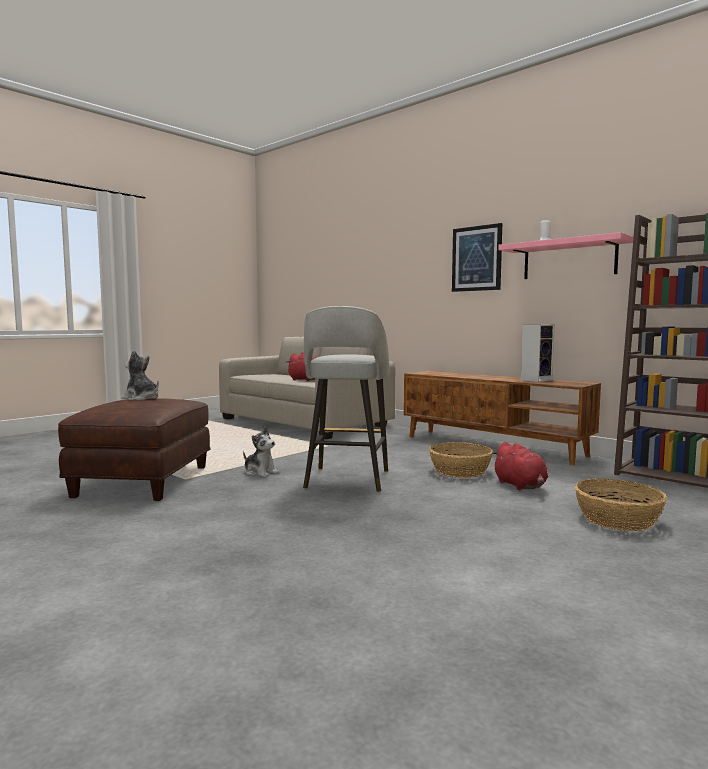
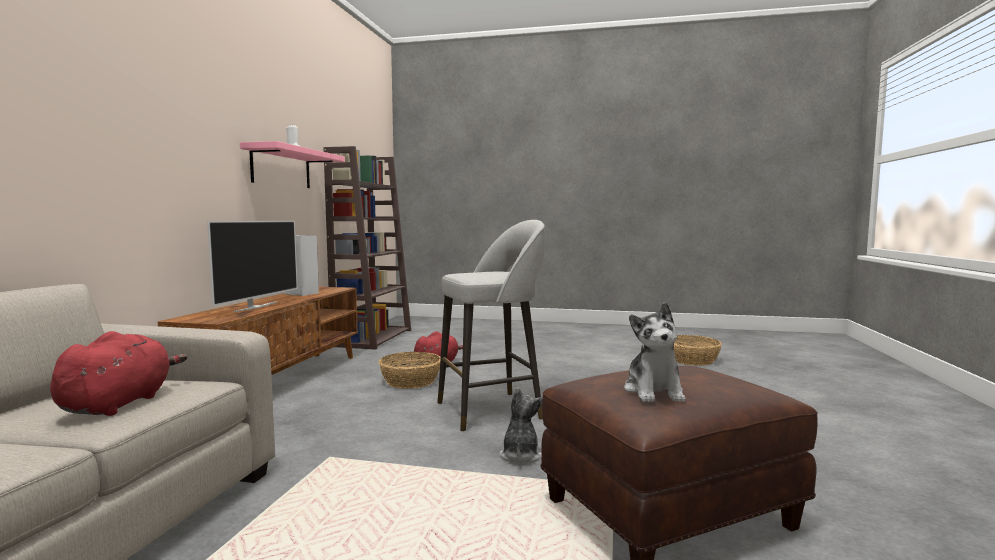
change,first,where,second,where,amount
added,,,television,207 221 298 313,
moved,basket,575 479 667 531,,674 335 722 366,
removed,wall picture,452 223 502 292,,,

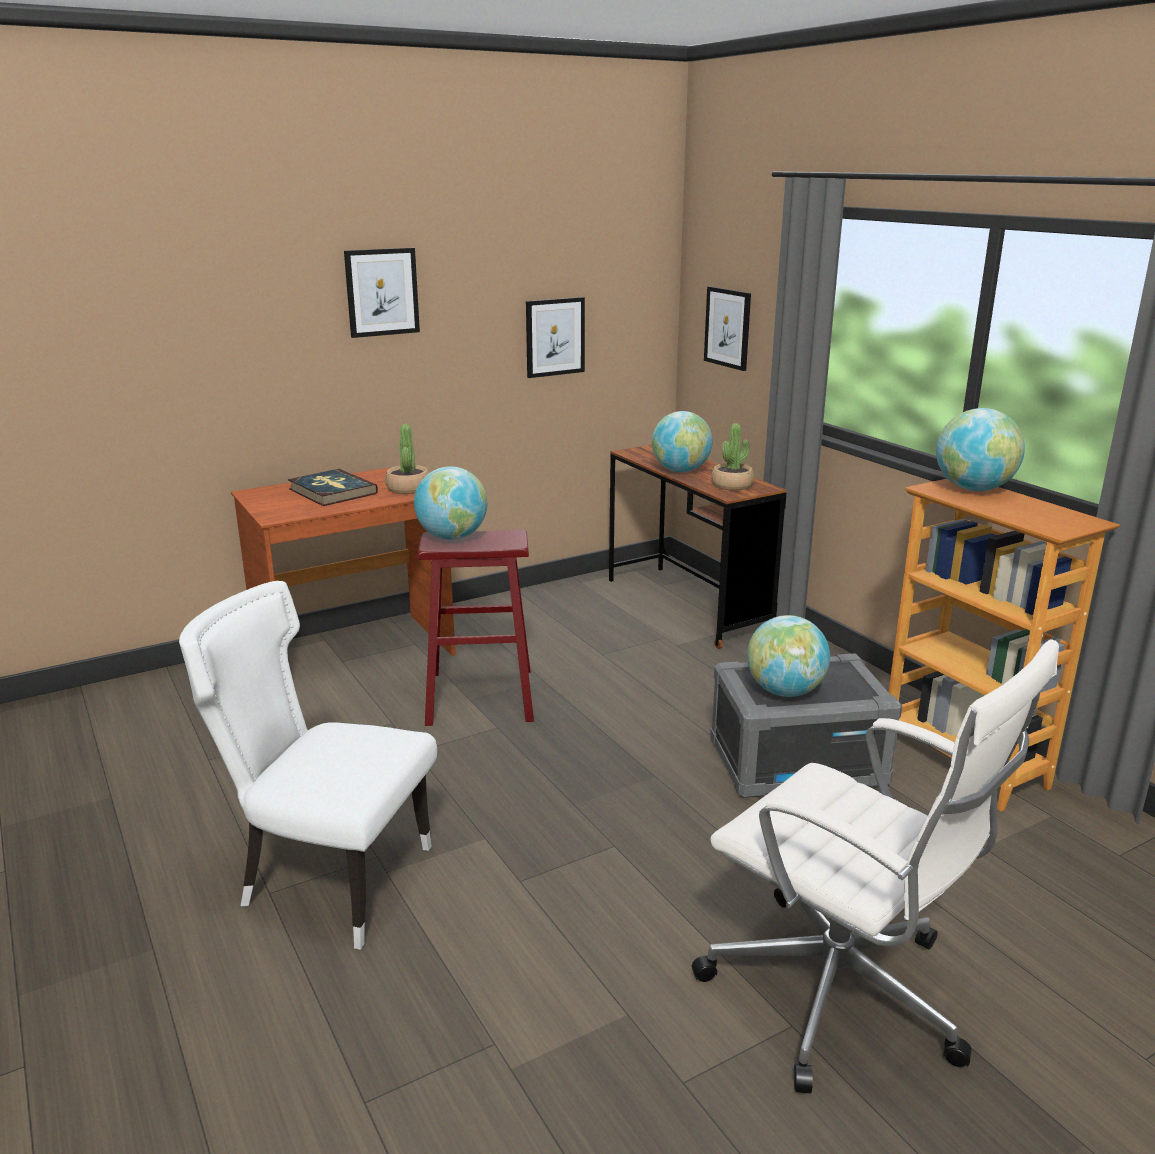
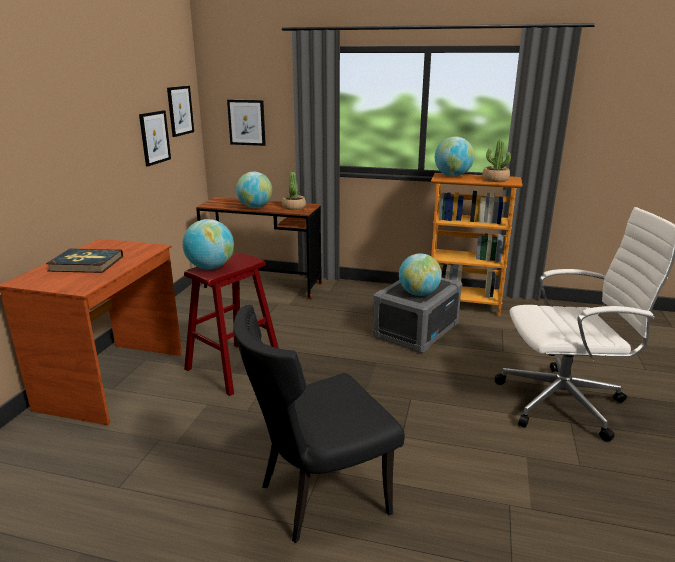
change,first,where,second,where,amount
moved,wall picture,344 248 420 338,,167 86 194 137,
recoloured,white chair,179 581 437 950,black-coloured chair,233 305 405 543,
moved,plant in a pot,385 424 429 494,,482 139 511 182,

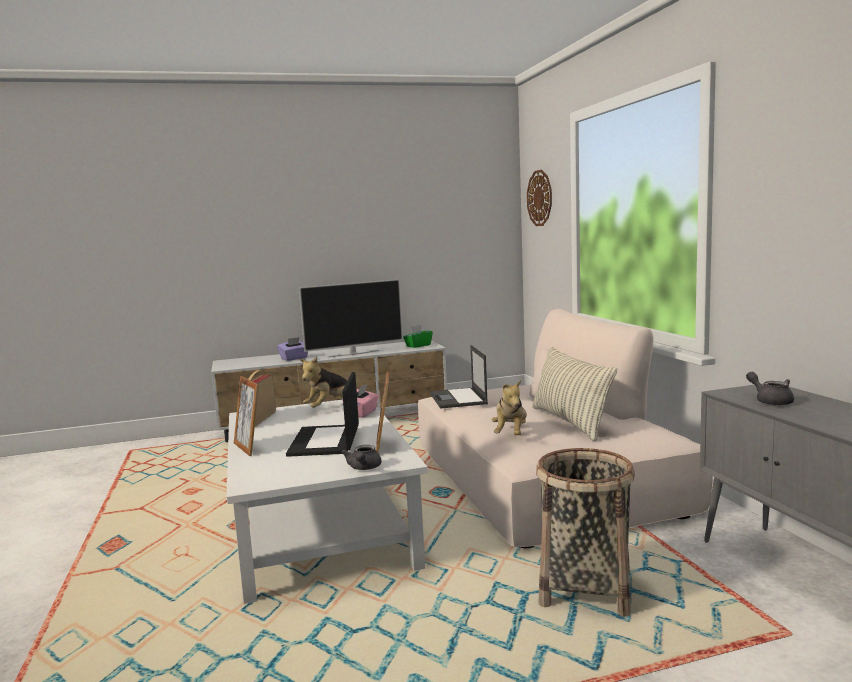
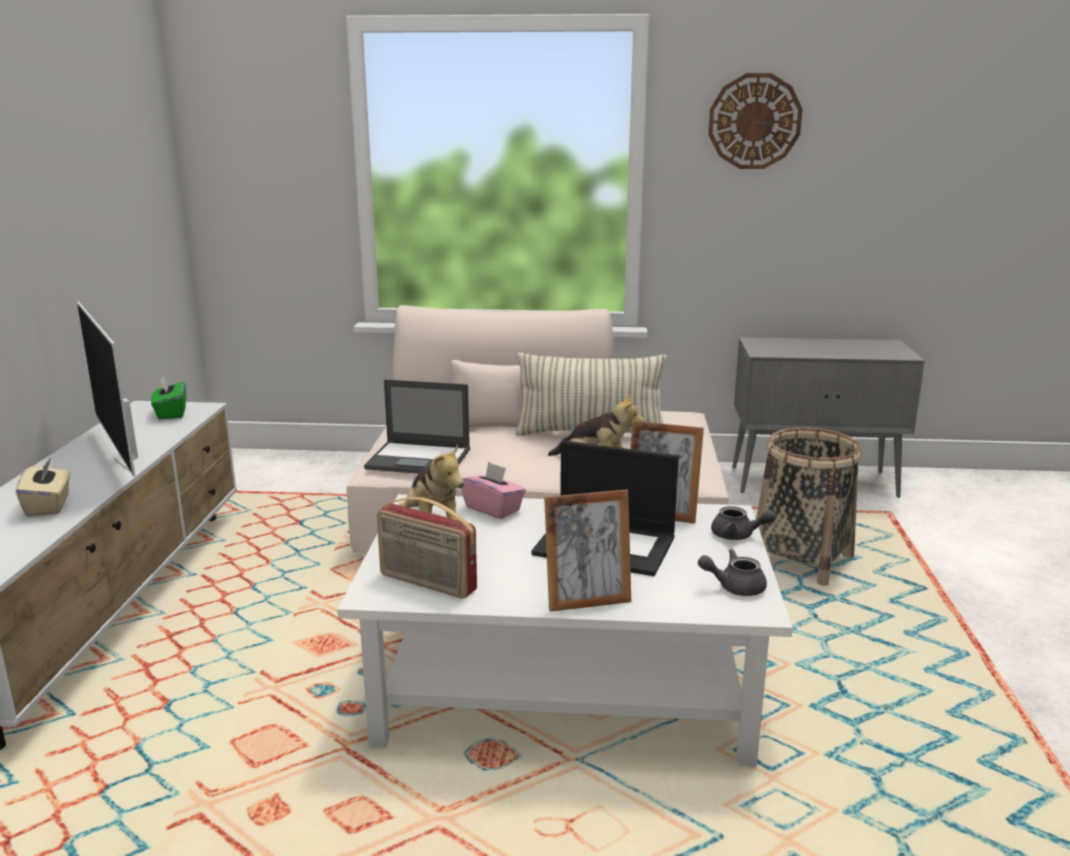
change,first,where,second,where,amount
recoloured,purple-coloured tissue box,277 337 308 361,beige tissue box,16 457 70 517,
turned,television,299 279 403 357,,77 301 138 477,150 degrees clockwise
moved,gray tea pot,746 372 794 406,,698 549 767 596,
moved,wall clock,527 170 552 226,,708 73 803 169,

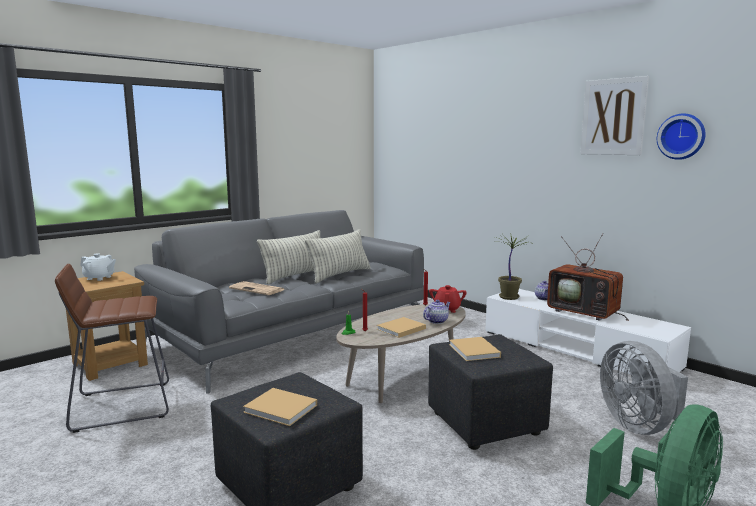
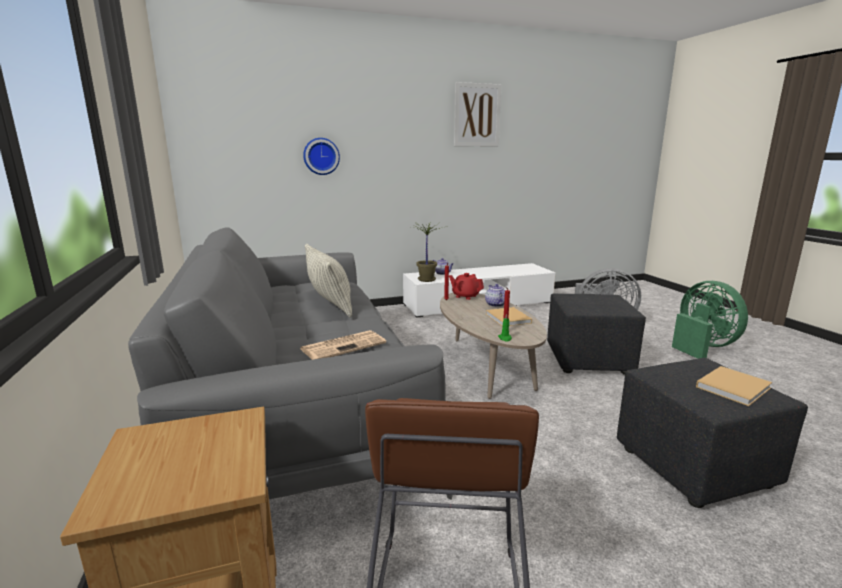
change,first,where,second,where,amount
moved,wall clock,657 114 705 160,,303 138 340 175,
removed,white tea pot,80 253 116 281,,,
removed,cushion,257 230 320 284,,,
removed,beige book,449 337 501 361,,,
removed,television,547 234 629 321,,,

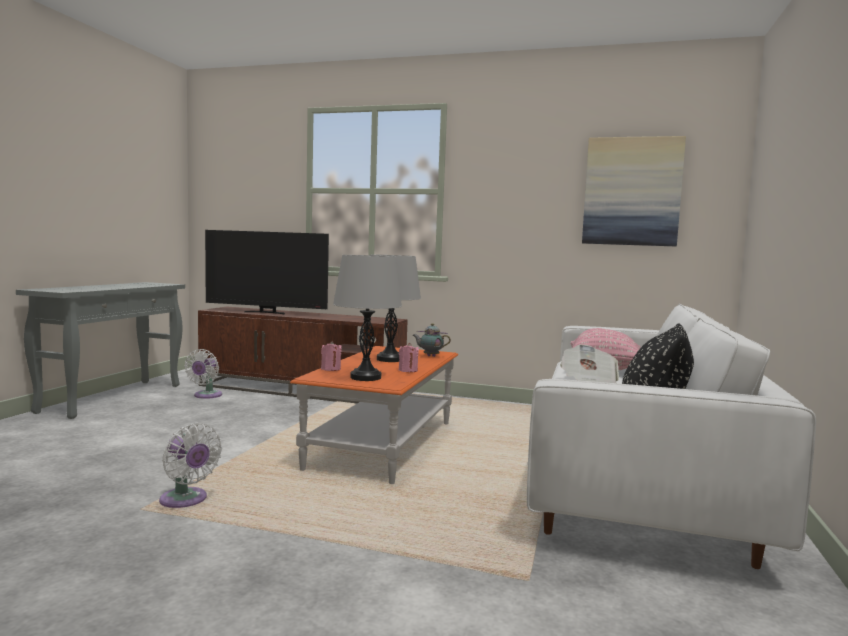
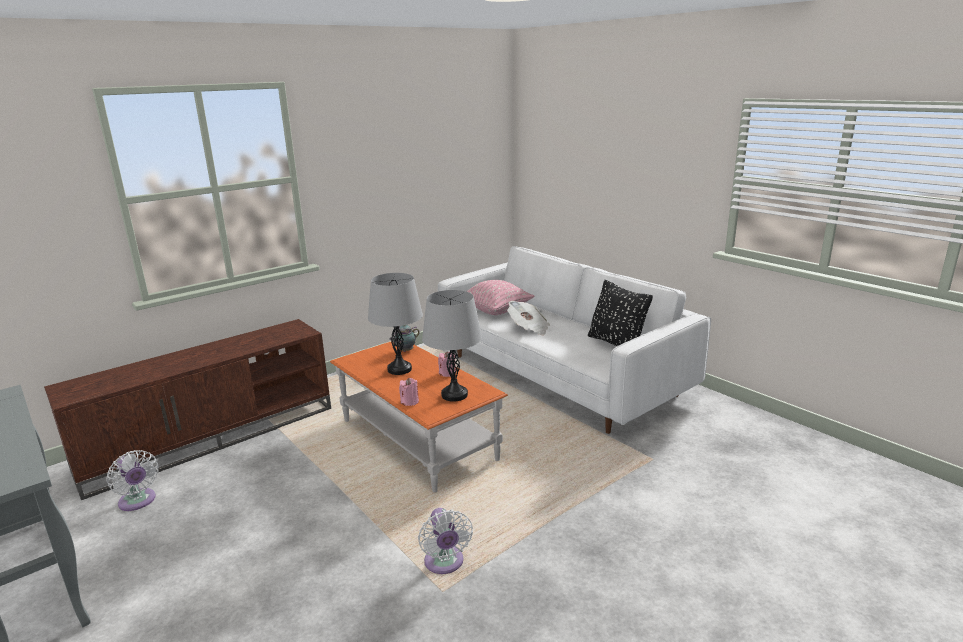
change,first,where,second,where,amount
turned,white fan,159 423 222 508,,418 508 473 574,90 degrees clockwise
removed,television,205 230 329 314,,,
removed,wall picture,582 136 686 246,,,

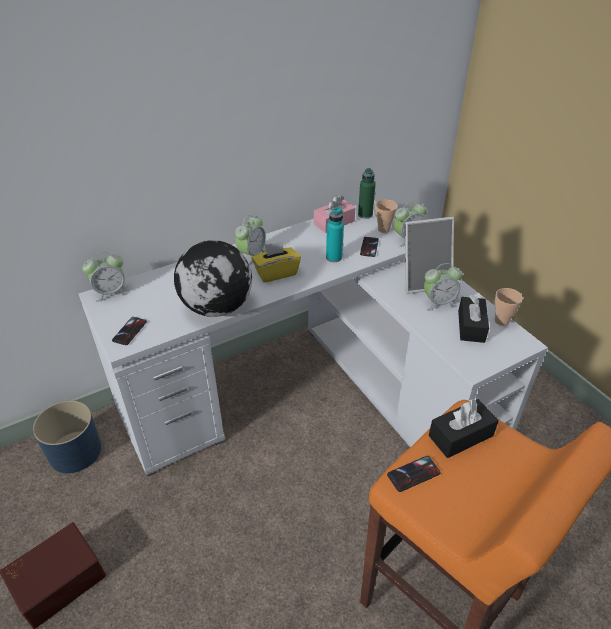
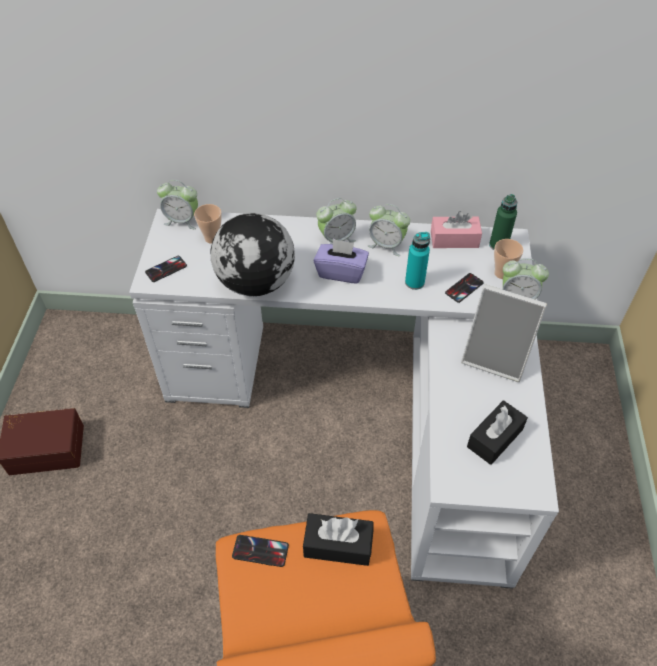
change,first,where,second,where,amount
moved,small cup,494 288 523 326,,194 204 222 244,
recoloured,yellowish tissue box,251 241 301 283,purple-coloured tissue box,314 239 369 284,
moved,alarm clock,424 263 463 311,,368 204 410 256,
removed,bluish planter,33 400 101 473,,,

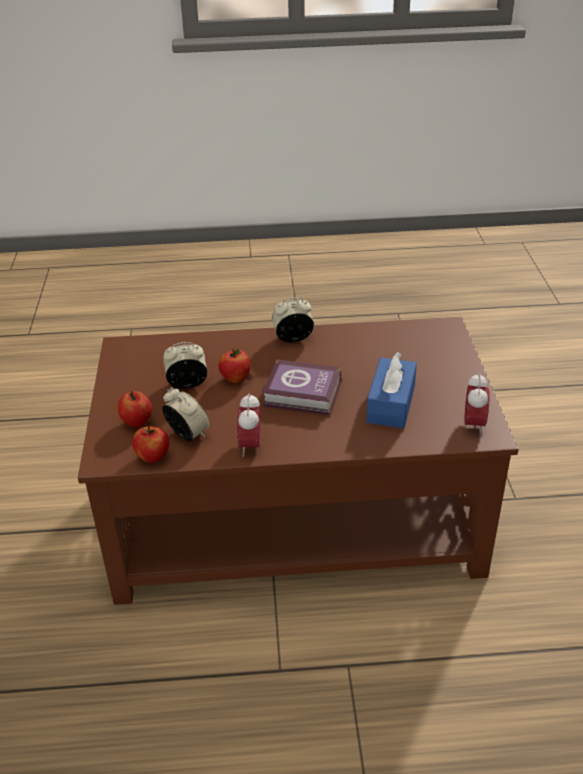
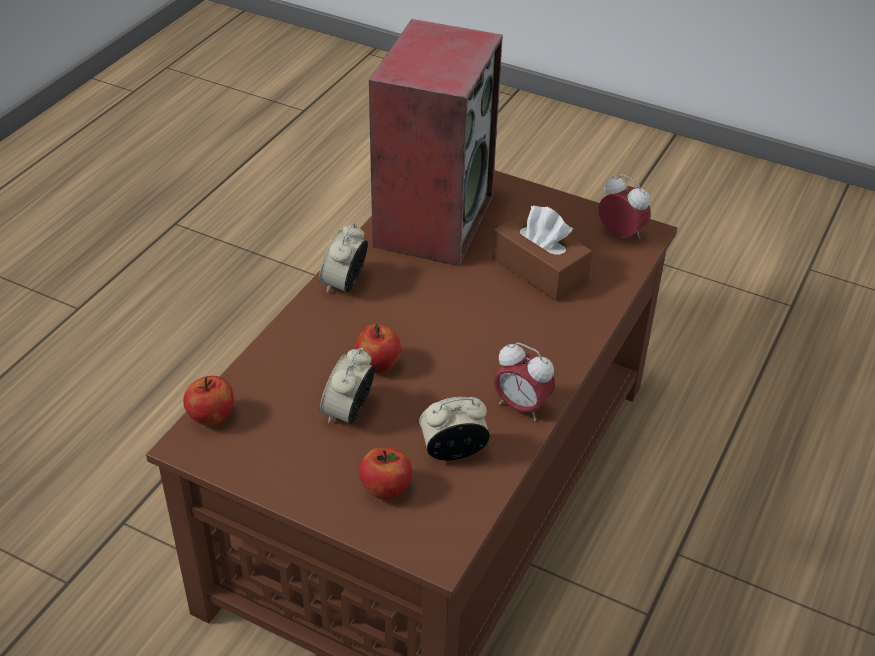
change,first,where,second,where,amount
moved,whole apple,132 426 169 463,,183 376 234 426,
added,,,audio speaker,369 19 503 266,
recoloured,bluish tissue box,366 352 417 428,brown tissue box,492 206 592 301,
removed,book,262 359 341 415,,,

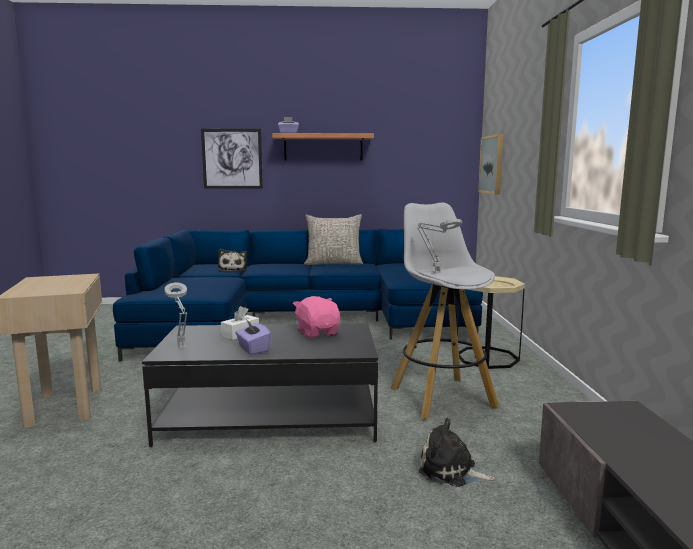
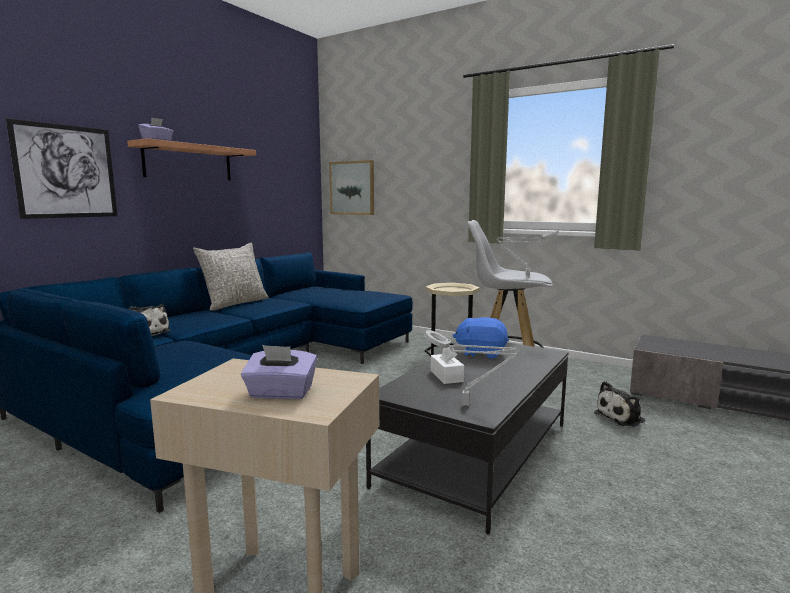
change,first,where,second,where,amount
moved,purple-coloured tissue box,236 319 271 355,,241 345 317 399,
recoloured,pink cuddly toy,293 296 340 338,bluish cuddly toy,453 317 509 359,

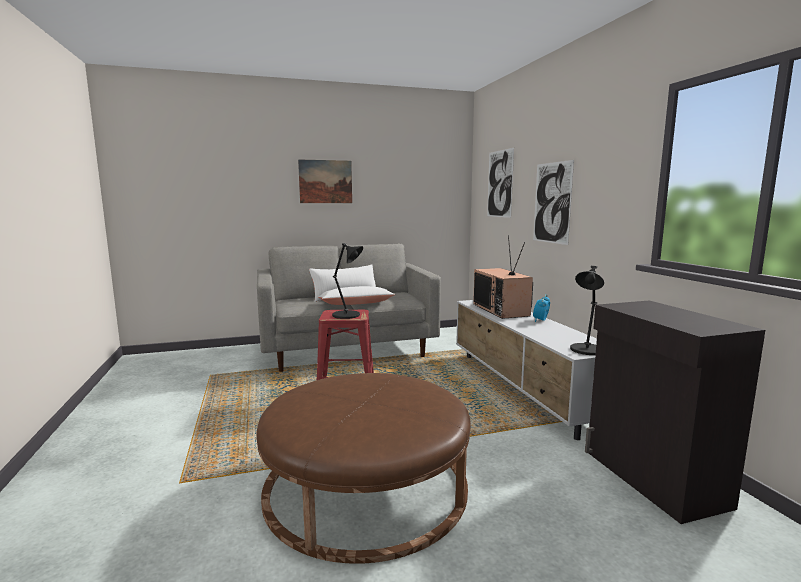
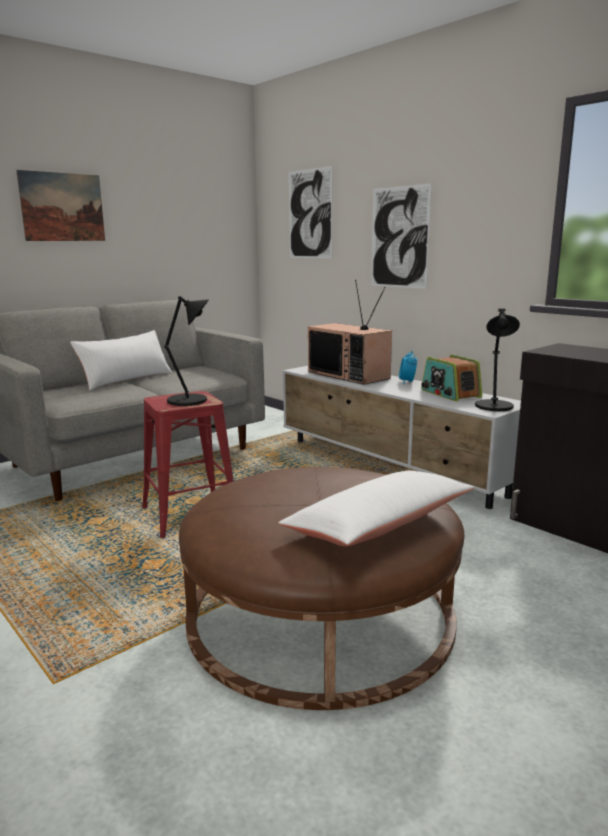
change,first,where,second,where,amount
moved,white cushion,318 286 395 305,,279 471 474 546,
added,,,radio set,421 355 482 401,

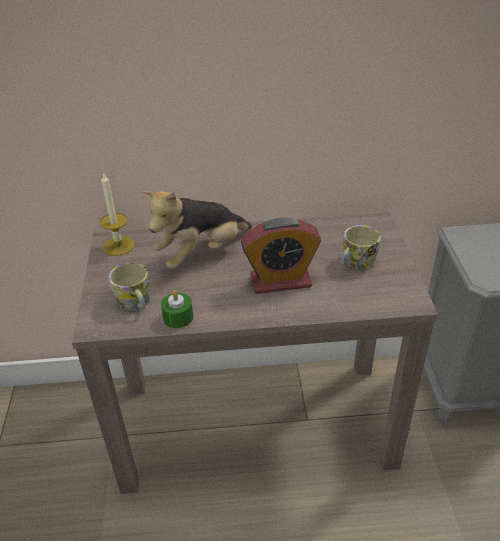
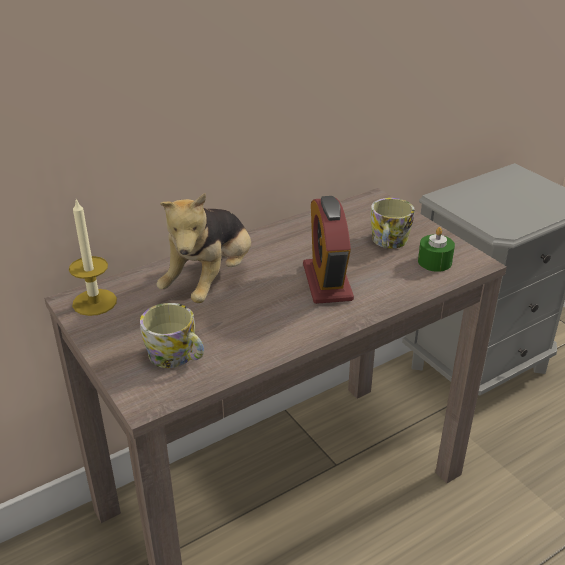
change,first,where,second,where,amount
turned,alarm clock,241 217 321 294,,303 196 354 304,120 degrees clockwise
moved,green wax light,161 290 193 328,,418 227 455 272,

